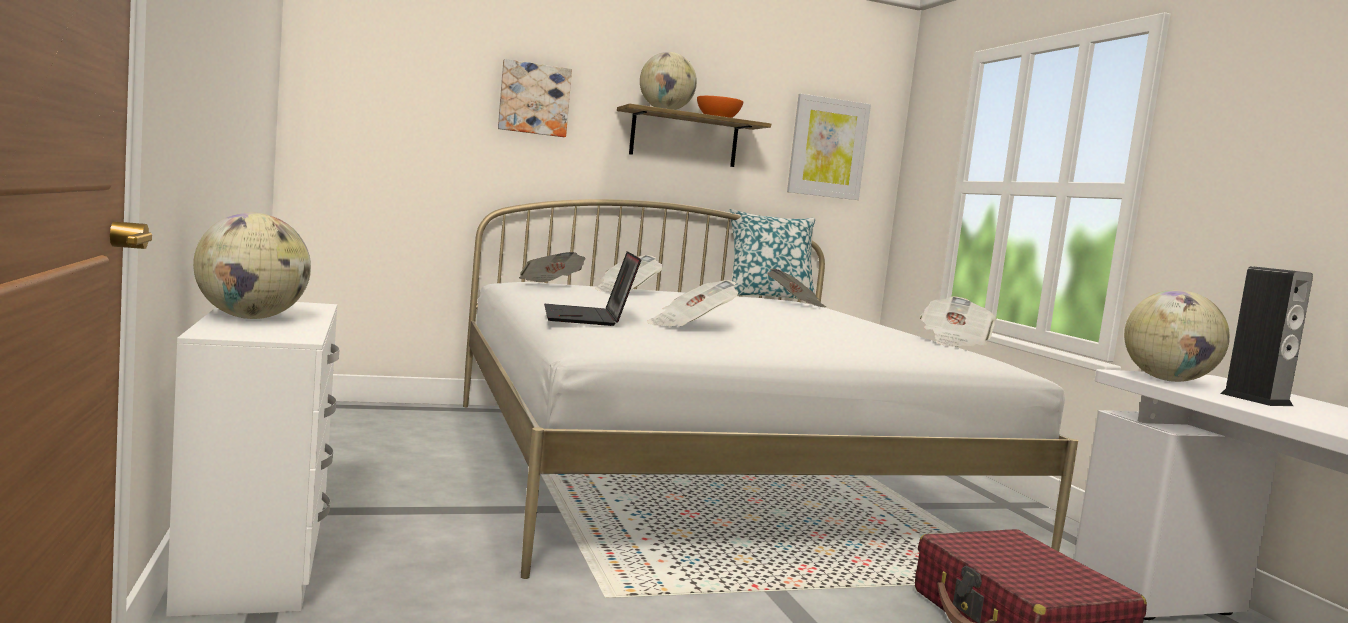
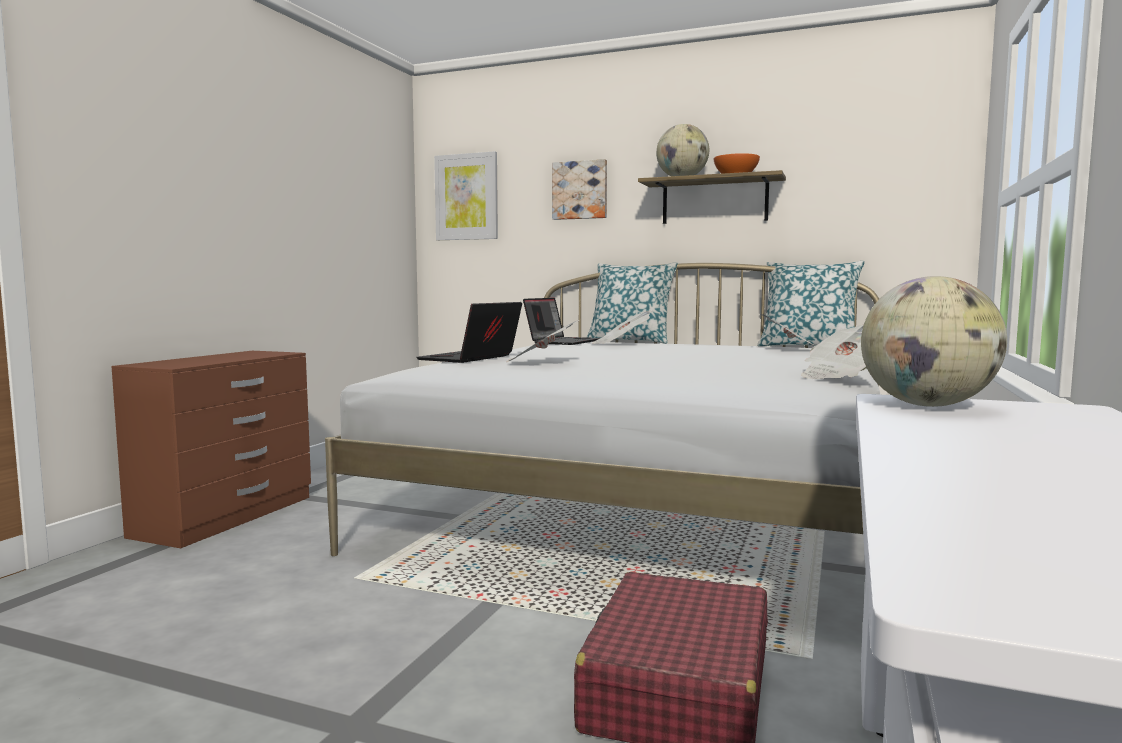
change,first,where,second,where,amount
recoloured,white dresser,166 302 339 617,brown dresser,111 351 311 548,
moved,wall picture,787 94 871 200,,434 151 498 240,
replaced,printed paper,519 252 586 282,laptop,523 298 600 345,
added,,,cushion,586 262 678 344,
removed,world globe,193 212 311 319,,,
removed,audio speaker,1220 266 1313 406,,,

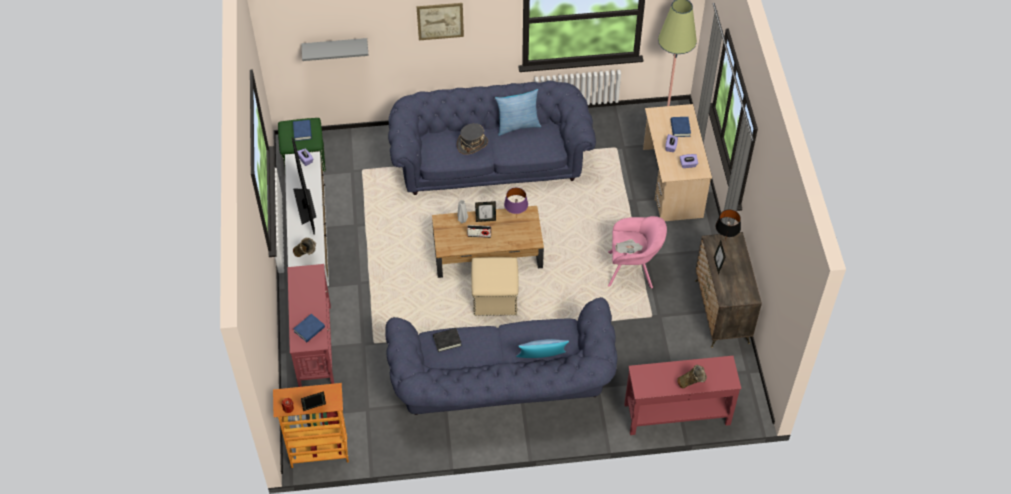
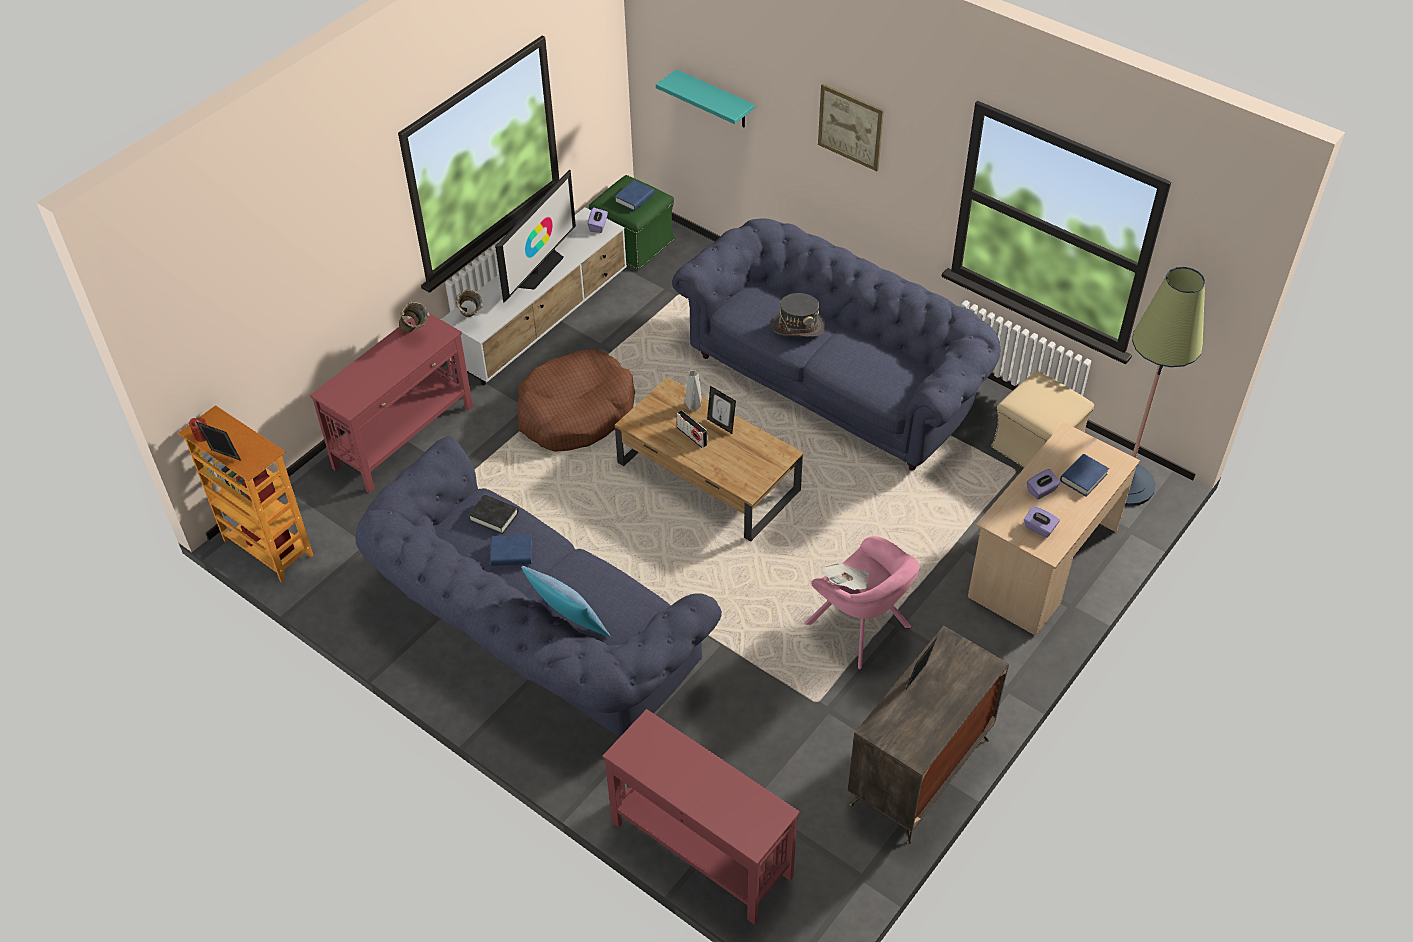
change,first,where,second,where,amount
moved,beige flower vase,677 365 707 388,,399 301 430 333,
moved,bluish book,293 314 325 342,,491 534 532 566,
added,,,brown pet bed,518 350 635 452,
recoloured,gray shelf,302 38 369 61,blue-green shelf,656 69 755 127,
moved,beige footrest,471 257 519 316,,991 371 1094 468,
removed,cushion,495 89 541 136,,,
removed,purple-coloured table lamp,504 187 528 214,,,
removed,black-coloured table lamp,716 210 741 241,,,

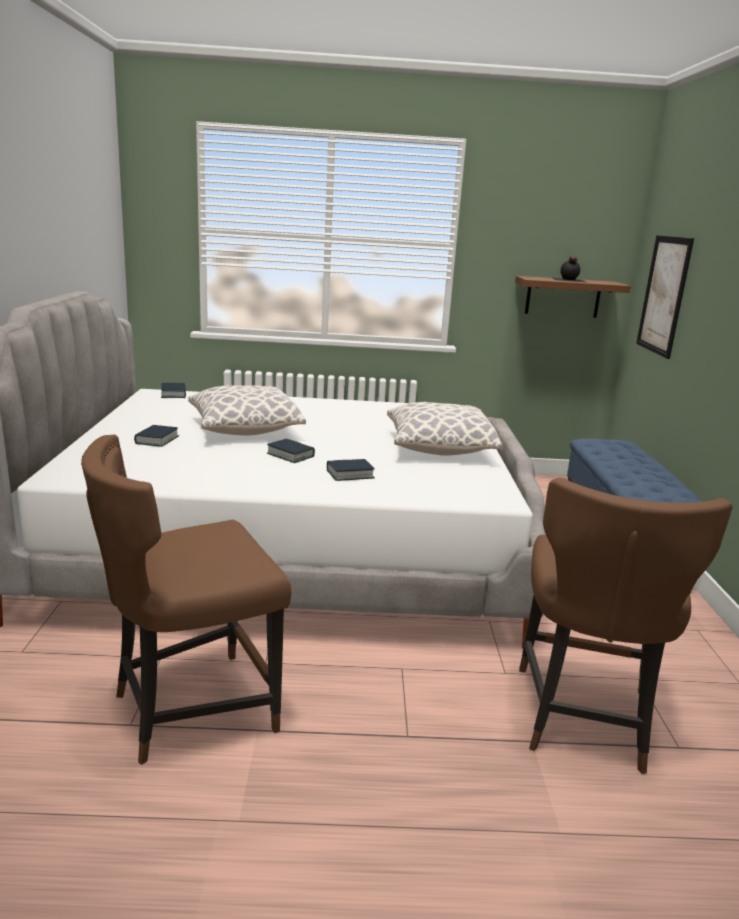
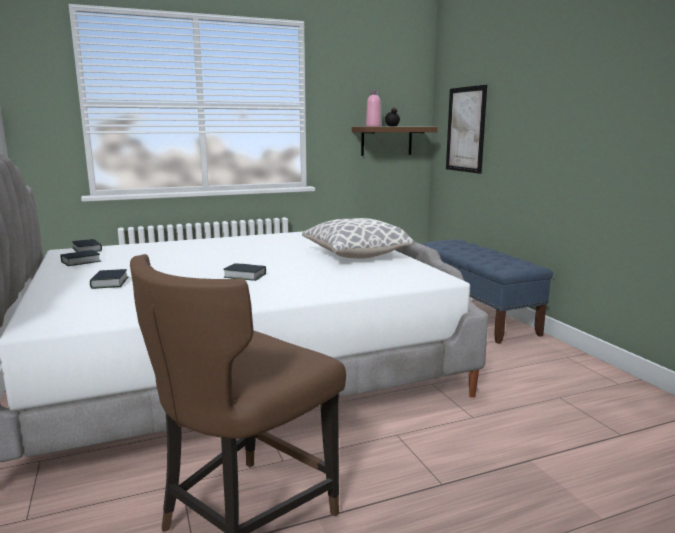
change,first,where,second,where,amount
moved,book,327 459 375 481,,61 250 101 266,
added,,,pink drink bottle,366 90 381 127,
removed,cushion,188 385 306 436,,,
removed,brown chair,519 478 733 774,,,

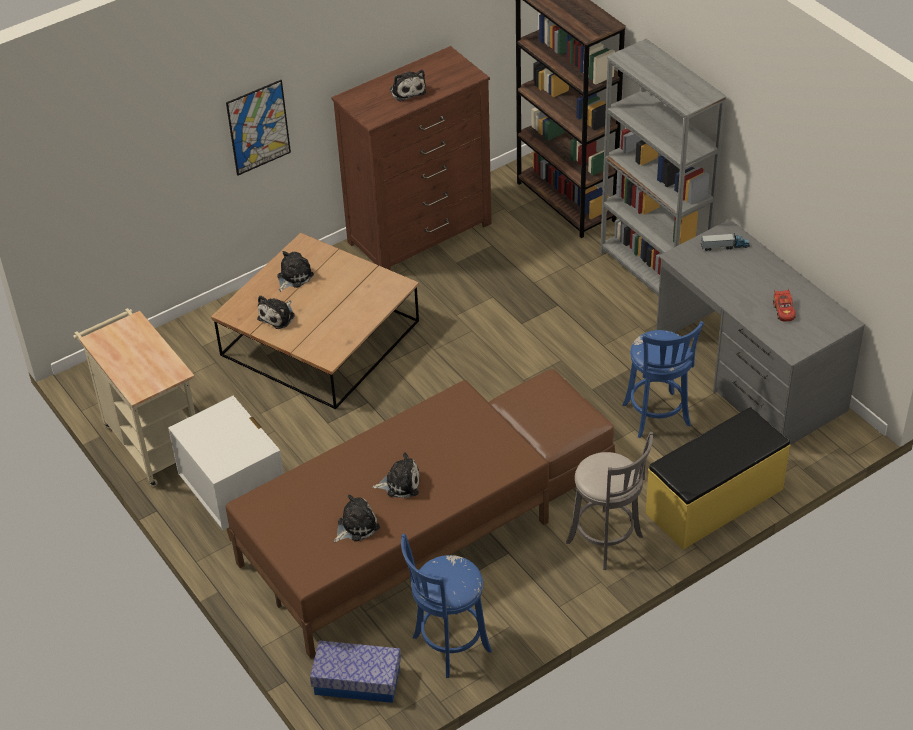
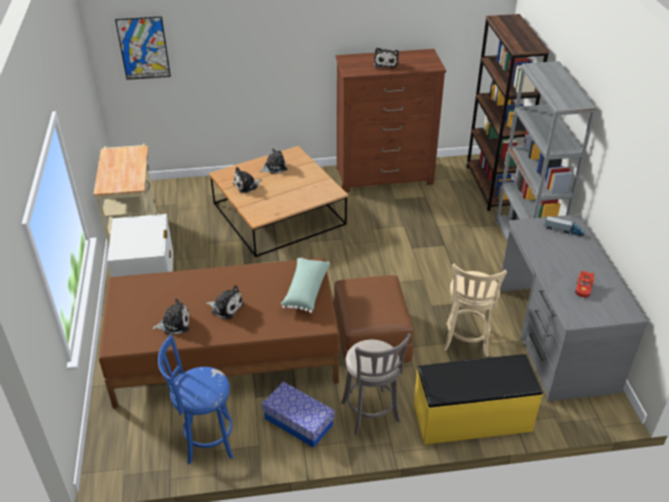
change,first,where,second,where,amount
moved,wall picture,226 80 291 176,,115 16 171 80,
moved,storage box,310 640 401 703,,262 382 335 448,
added,,,green cushion,281 258 330 313,
recoloured,bluish stool,622 321 704 438,beige stool,443 263 507 357,

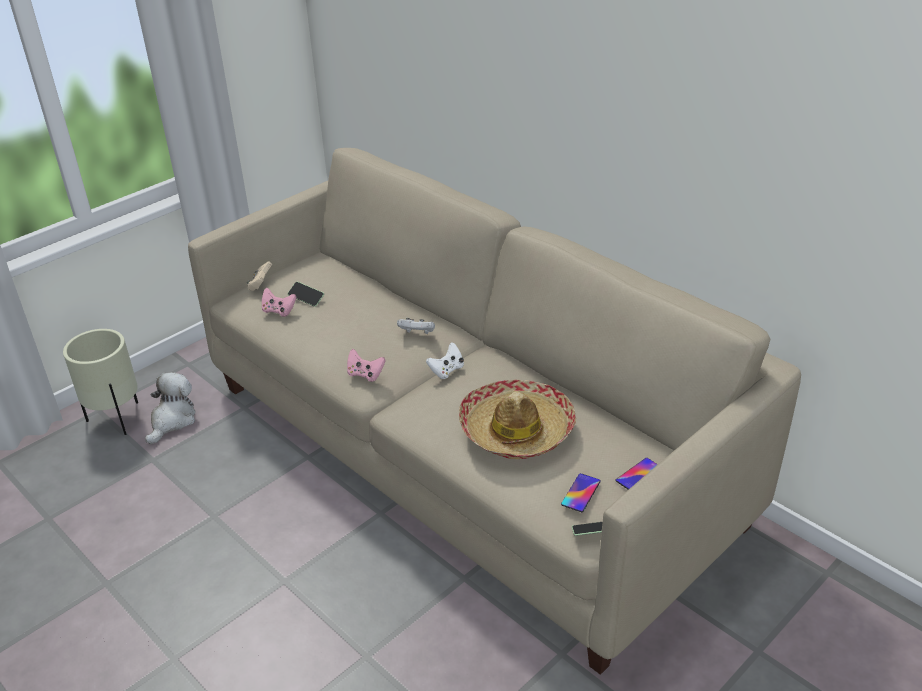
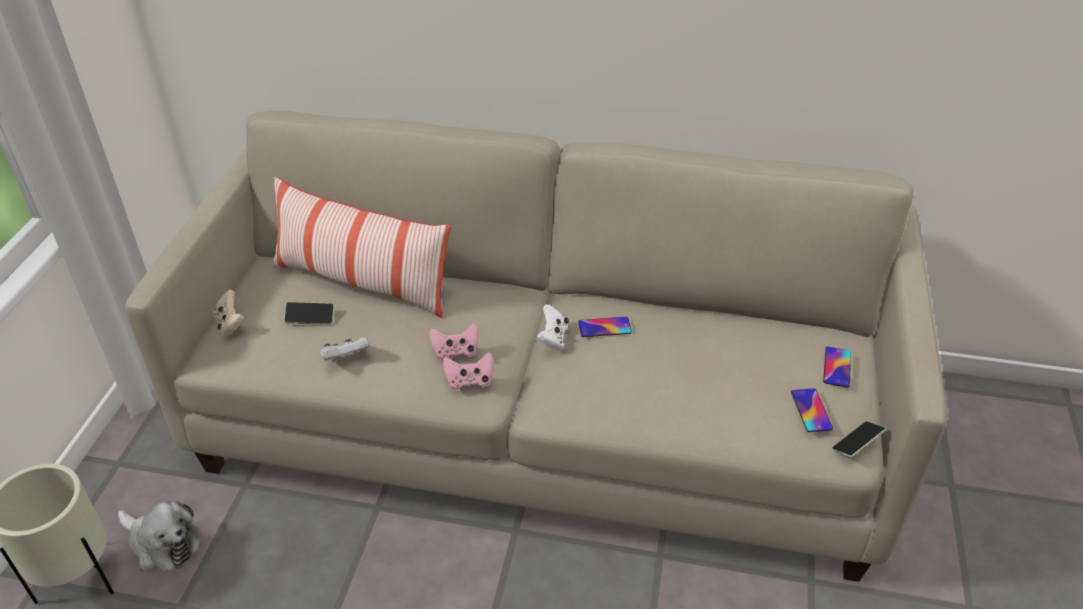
change,first,where,second,where,amount
turned,cuddly toy,145 372 196 444,,118 500 201 571,135 degrees clockwise
added,,,cushion,272 177 451 318,
moved,white game controller,397 318 435 334,,320 338 370 362,
moved,pink game controller,262 288 297 317,,429 323 478 360,
added,,,phone,578 317 632 337,
removed,hat,459 379 576 459,,,

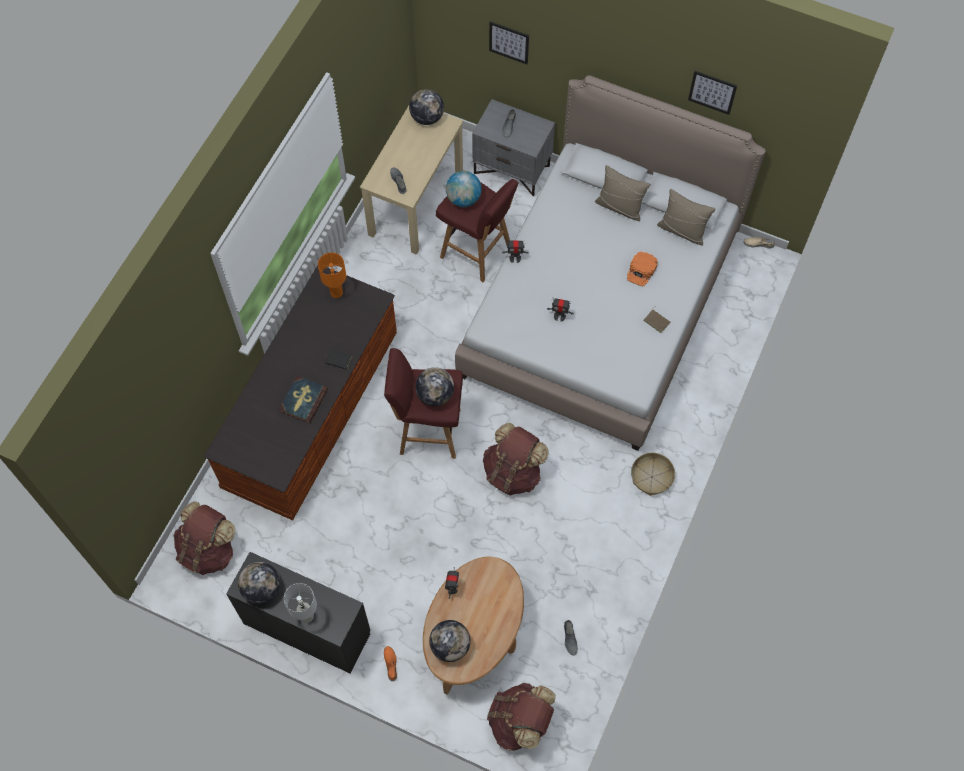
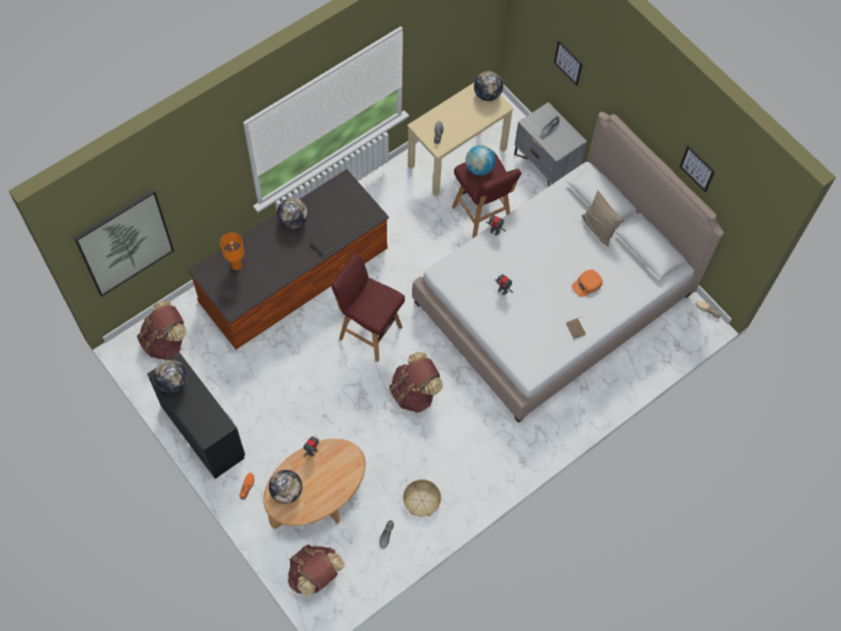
change,first,where,second,where,amount
added,,,wall picture,74 189 174 297,
moved,orangey table lamp,318 252 346 298,,220 232 245 270,
moved,world globe,415 367 454 406,,277 198 308 229,
moved,basket,631 452 675 496,,403 479 441 517,
removed,book,279 375 328 423,,,
removed,white table lamp,284 583 317 623,,,
removed,beige cushion,657 189 716 246,,,

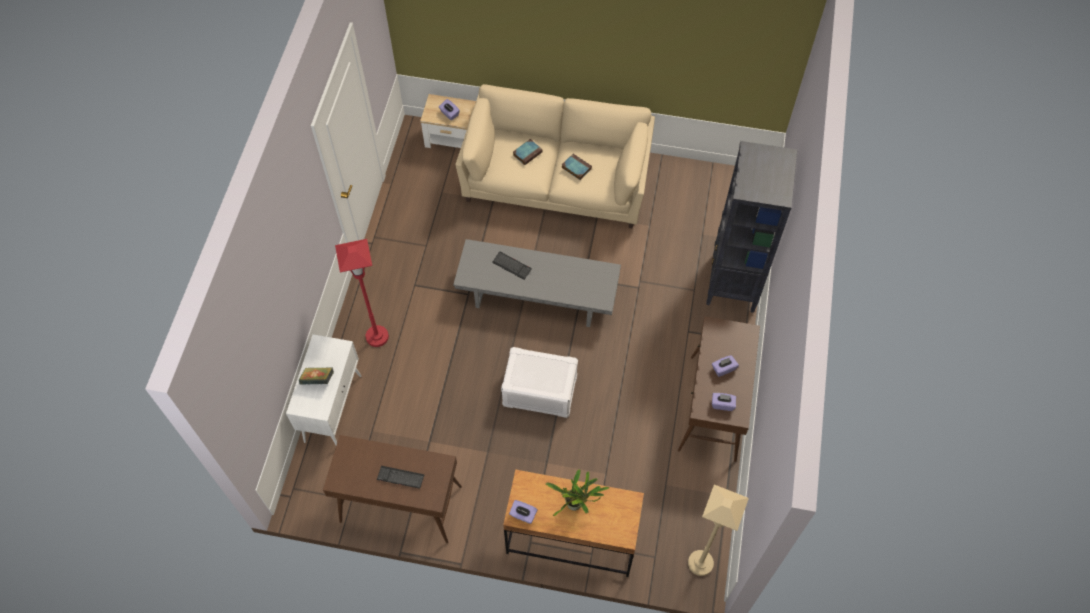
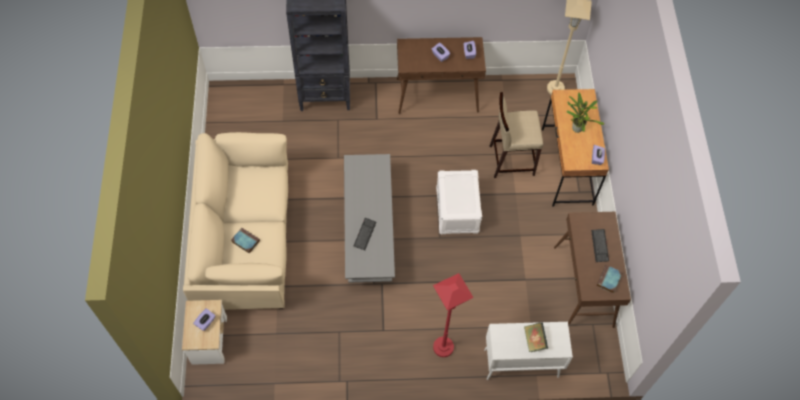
change,first,where,second,where,amount
added,,,beige stool,489 92 543 178,
moved,book,562 154 592 180,,597 265 623 293,

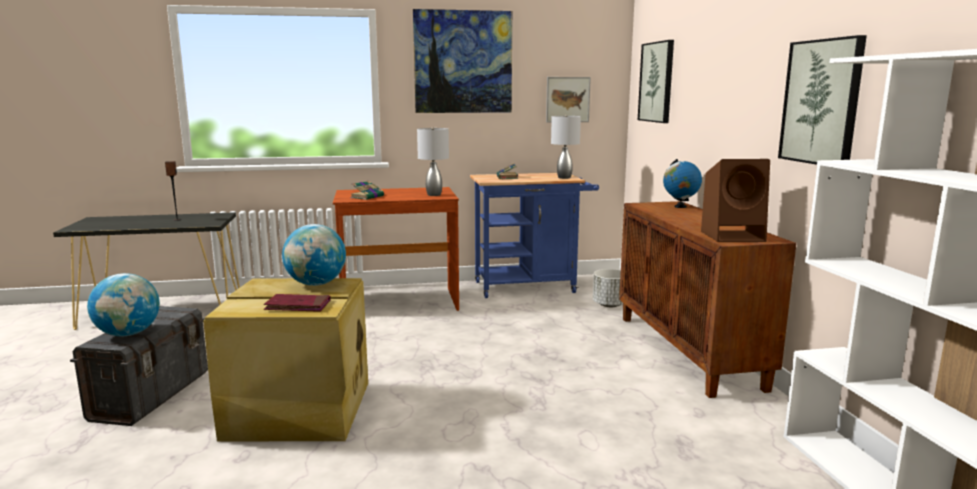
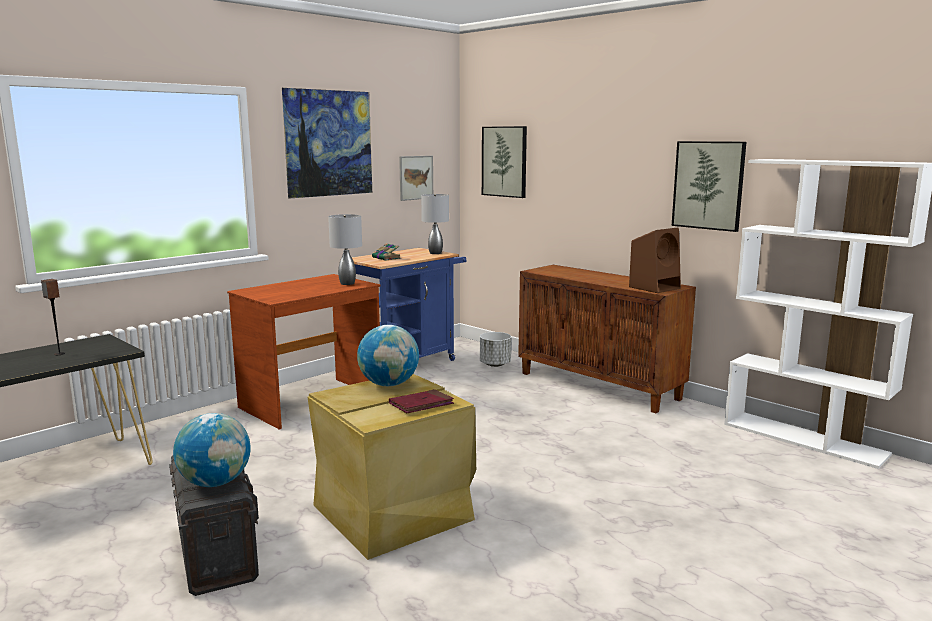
change,first,where,second,where,amount
removed,book,350 181 384 200,,,
removed,world globe,663 159 702 208,,,

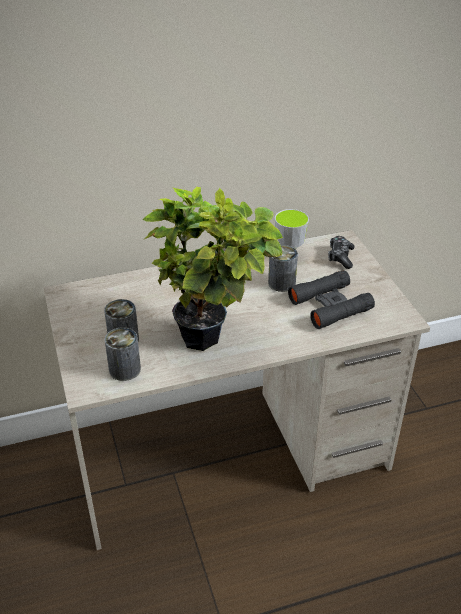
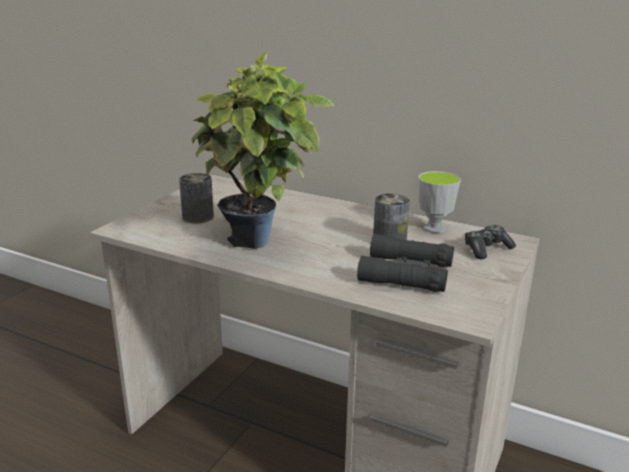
change,first,where,second,where,amount
removed,sealed can,105 327 141 381,,,

